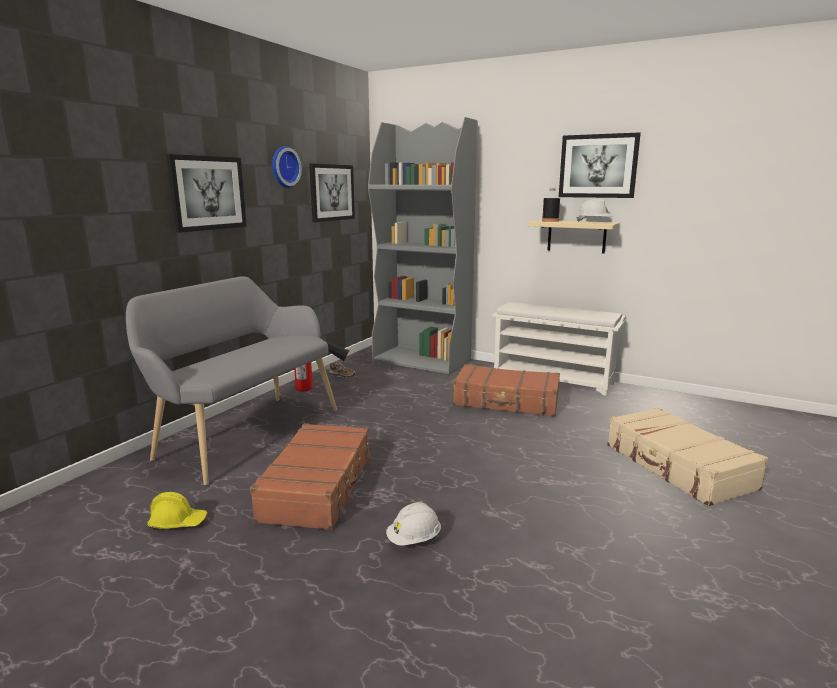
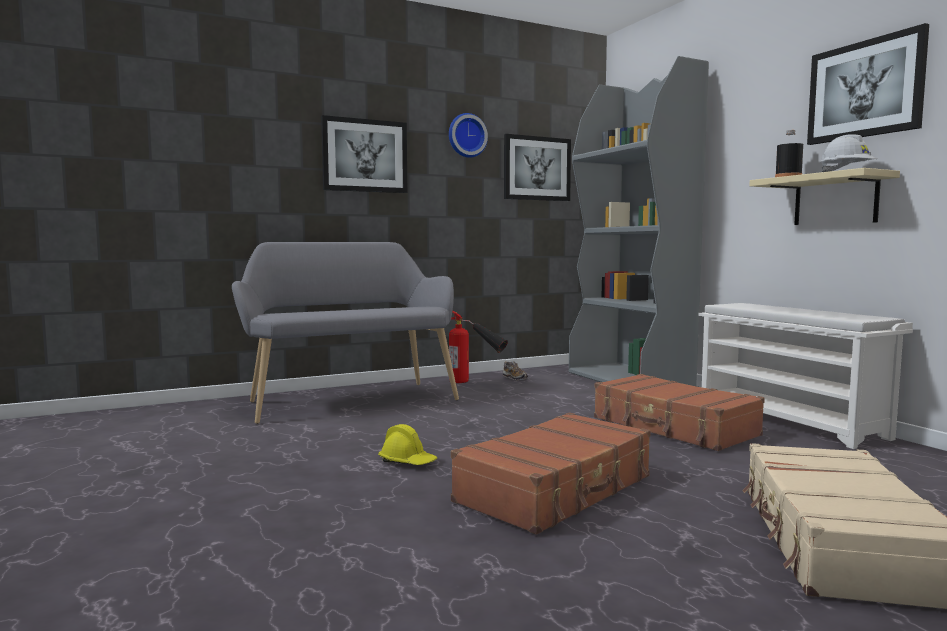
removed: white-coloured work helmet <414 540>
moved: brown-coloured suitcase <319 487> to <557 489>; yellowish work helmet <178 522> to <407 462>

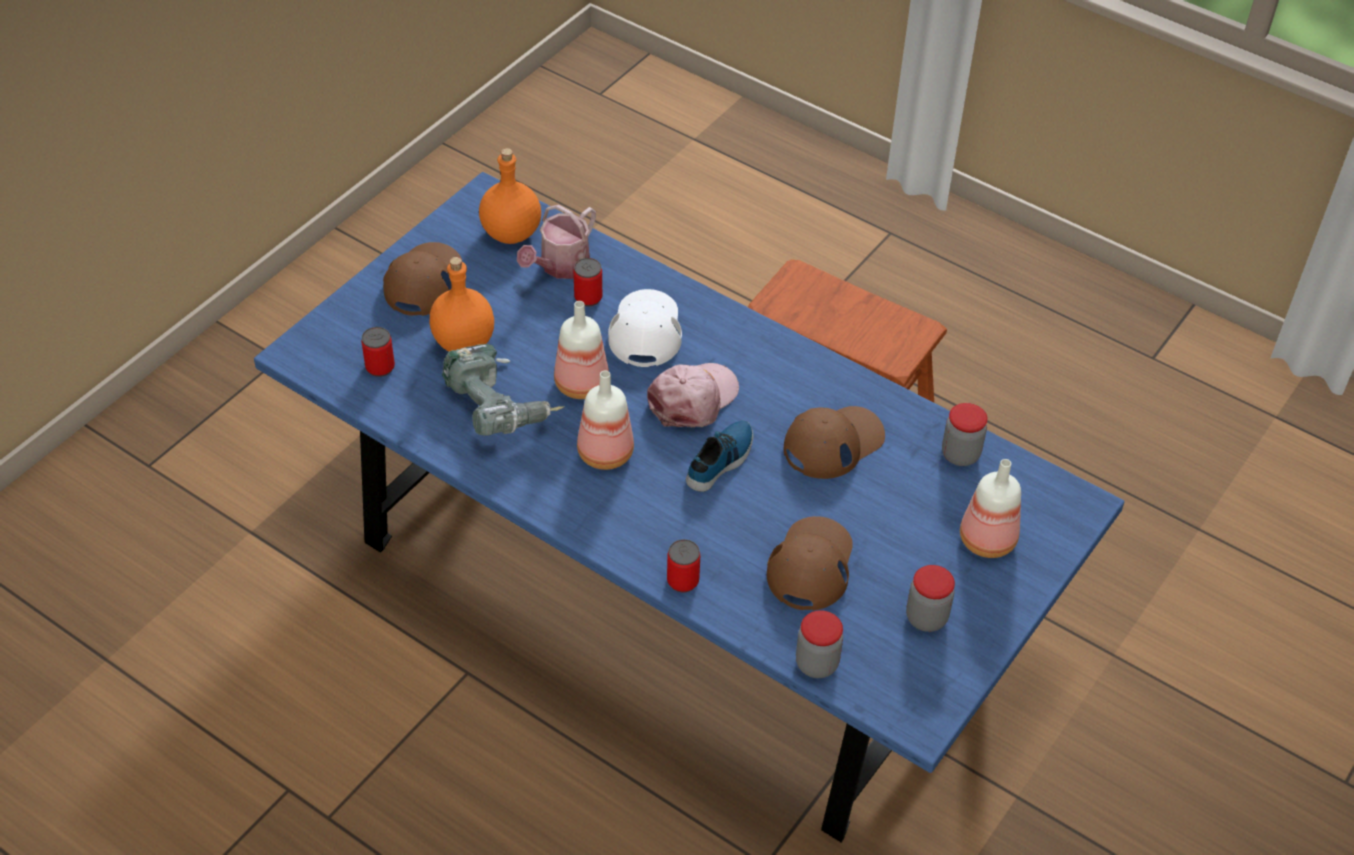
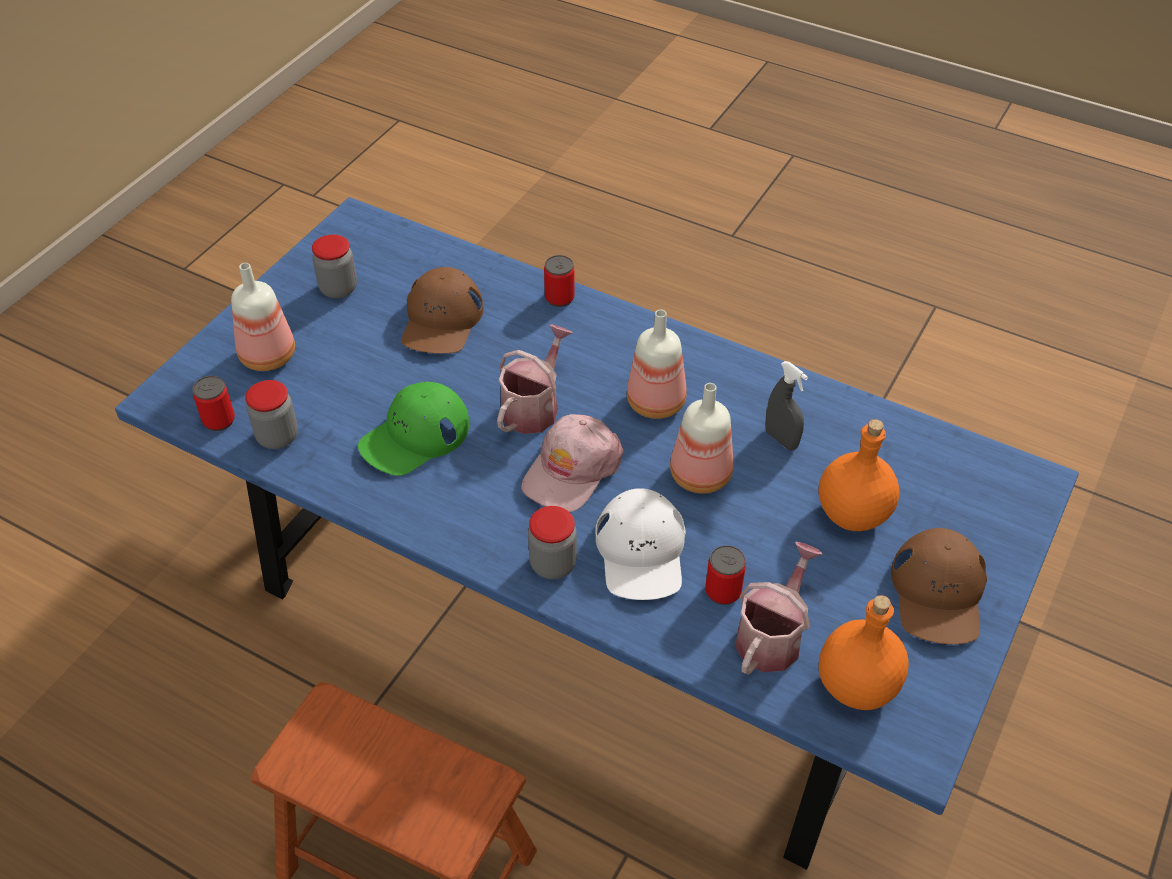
moved: sealed can <380 367> to <219 420>; preserve jar <816 664> to <553 564>
replaced: power drill <500 408> to gray spray bottle <781 439>; low shoe <721 460> to watering can <534 406>
recoloured: brown-coloured baseball cap <833 443> to green-coloured baseball cap <415 436>

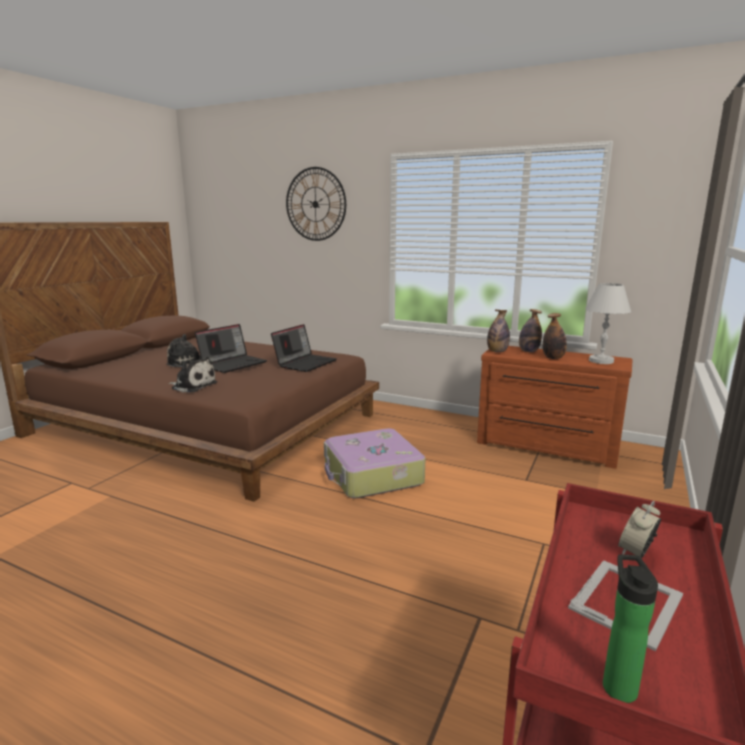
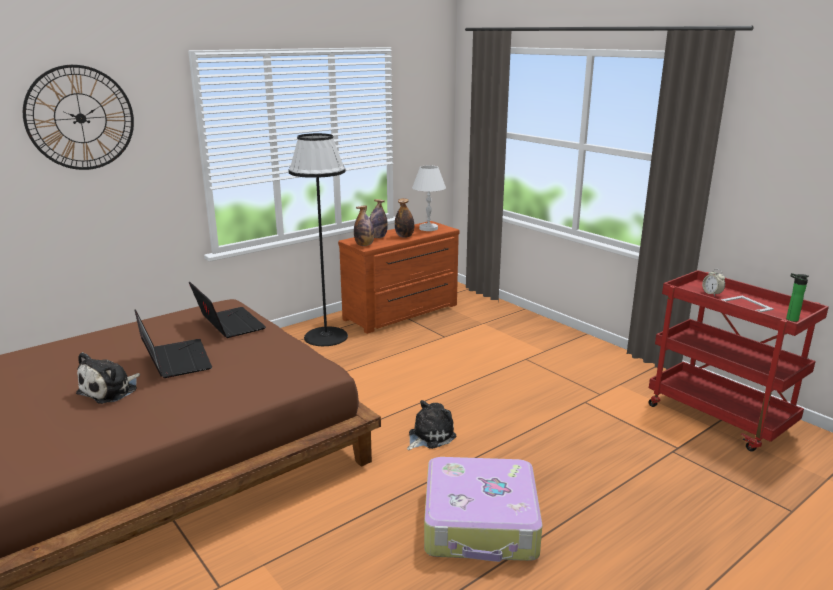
added: black-coloured standing lamp <326 337>
moved: plush toy <193 386> to <429 436>; suitcase <372 475> to <481 524>

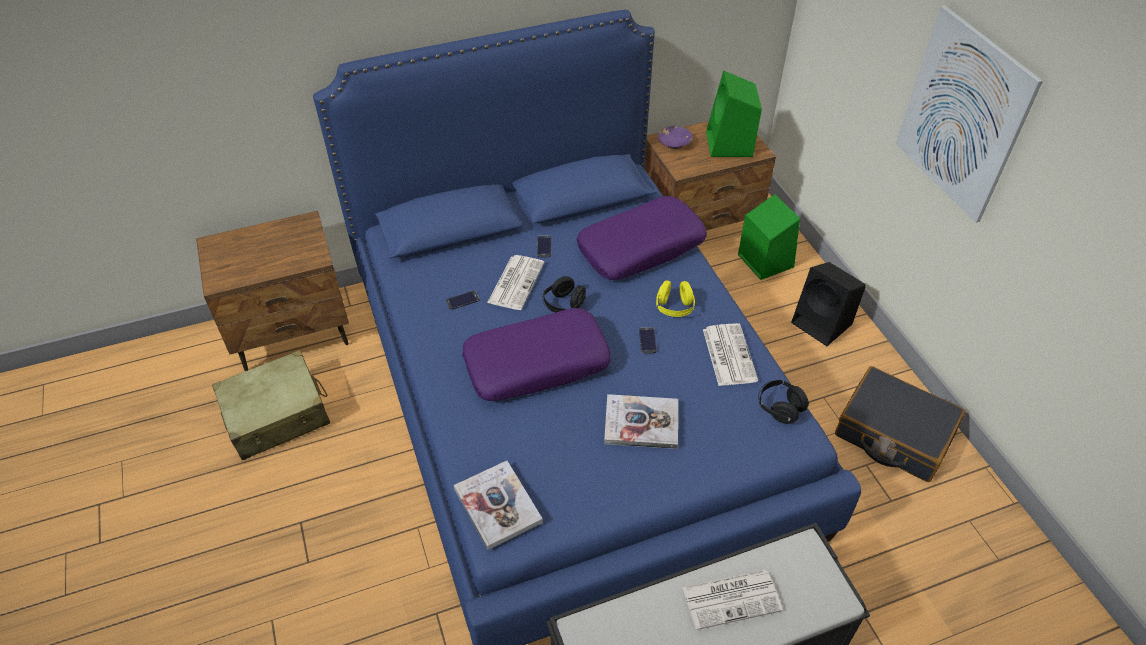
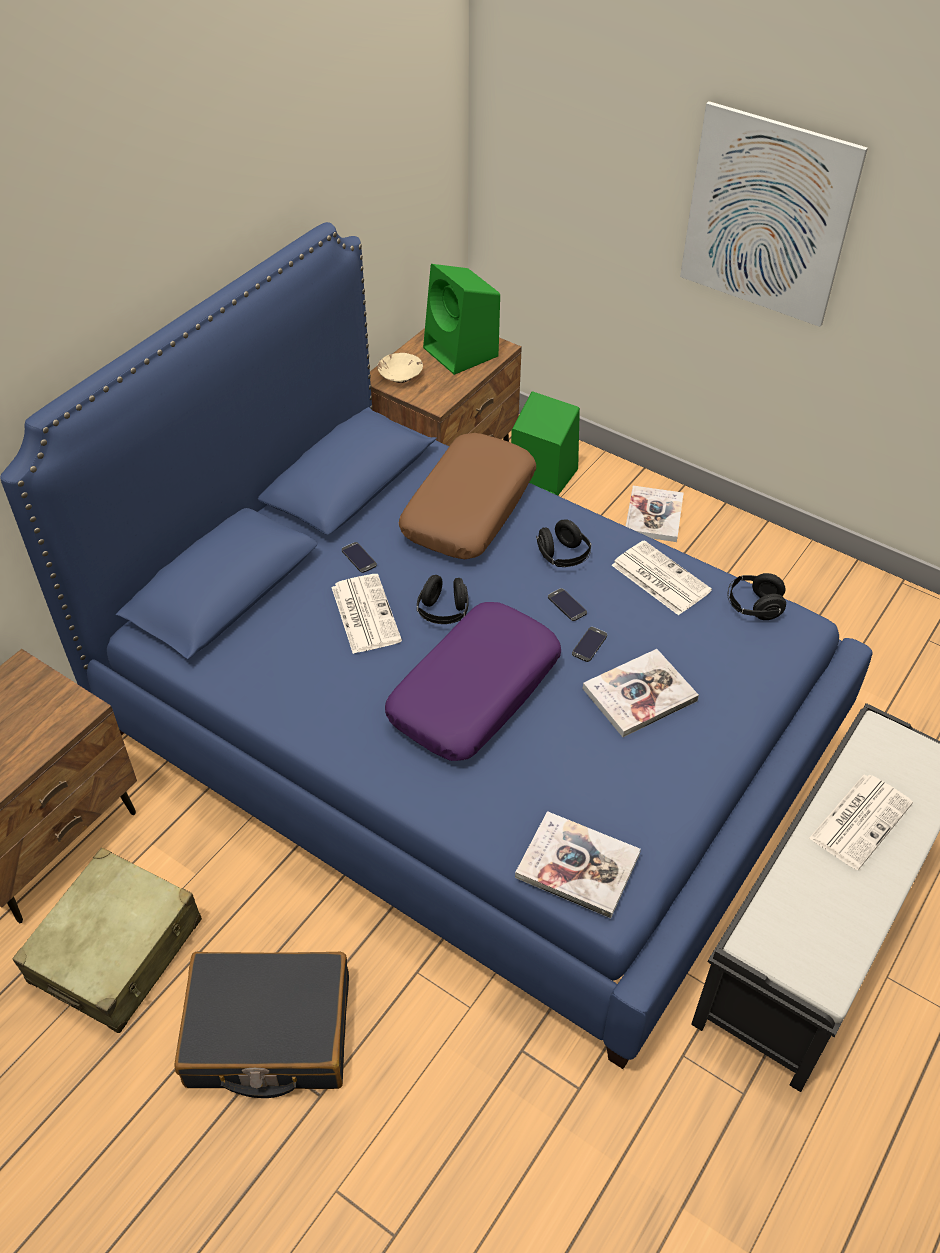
moved: telephone <462 300> to <589 644>; black-coloured suitcase <893 433> to <269 1032>
replaced: black-coloured audio speaker <823 324> to volume <653 515>
recoloured: purple serving bowl <674 143> to beige-coloured serving bowl <400 375>; purple throw pillow <641 247> to brown-coloured throw pillow <468 508>; yellowish pair of headphones <674 308> to black-coloured pair of headphones <563 557>

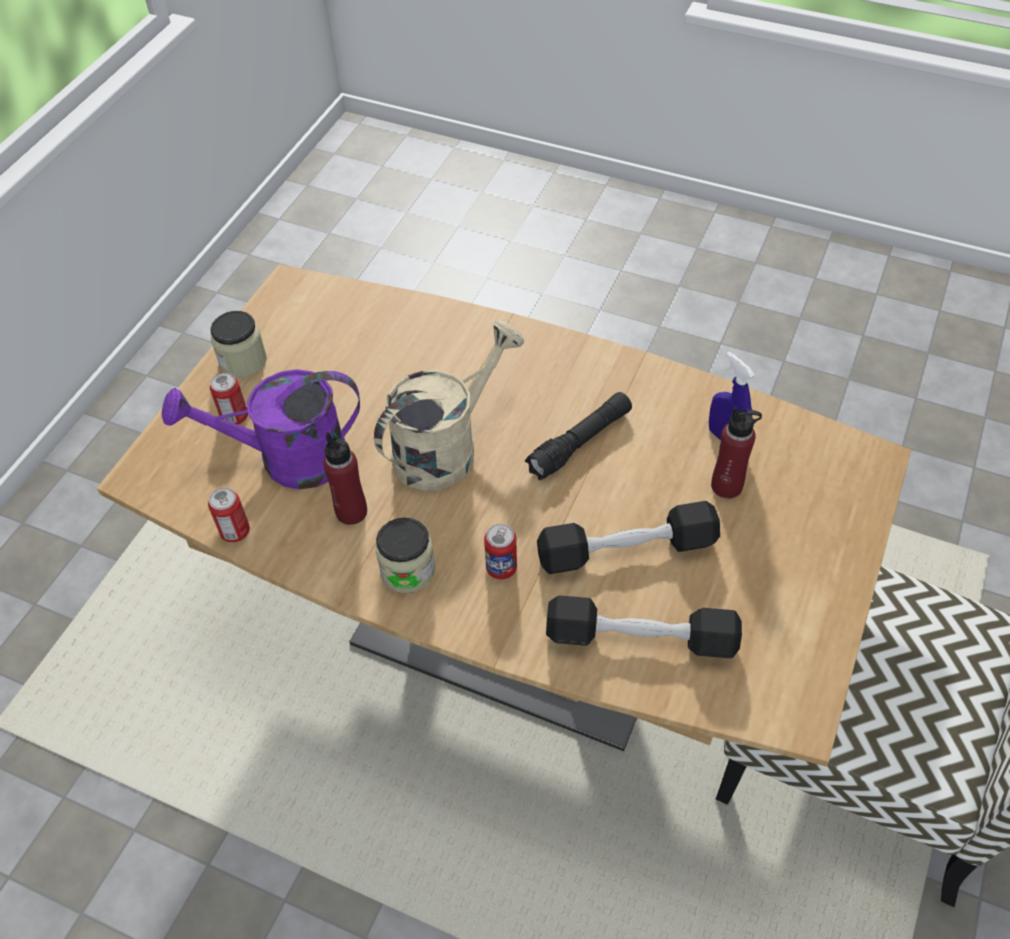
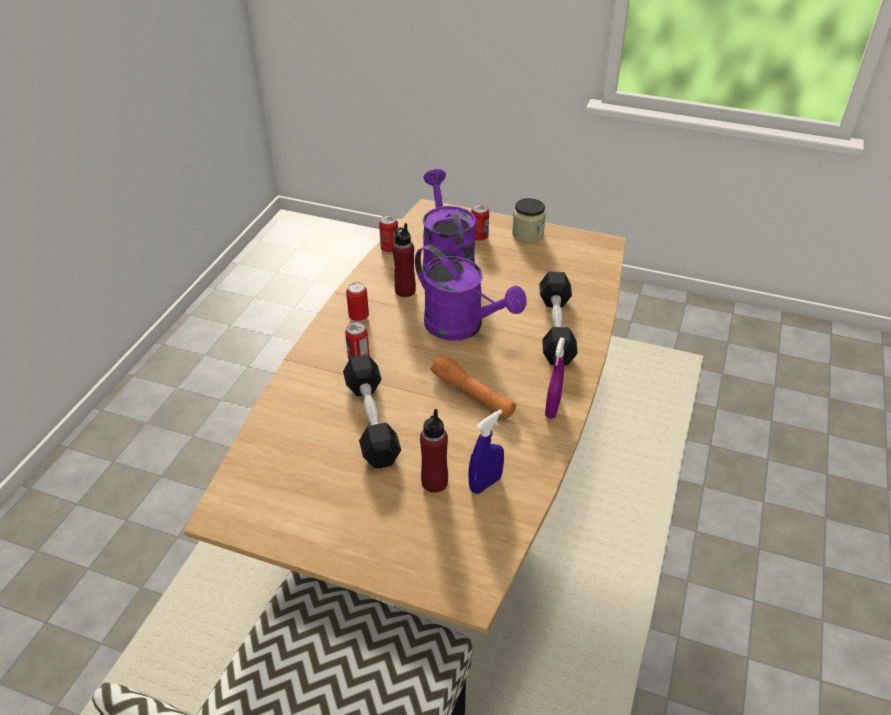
added: purple spray bottle <552 408>
moved: black-coloured dumbbell <640 639> to <556 328>
replaced: preserve jar <408 570> to sealed can <359 317>
recoloured: beige-coloured watering can <446 447> to purple watering can <462 327>; black-coloured hand torch <580 443> to orange-coloured hand torch <472 395>

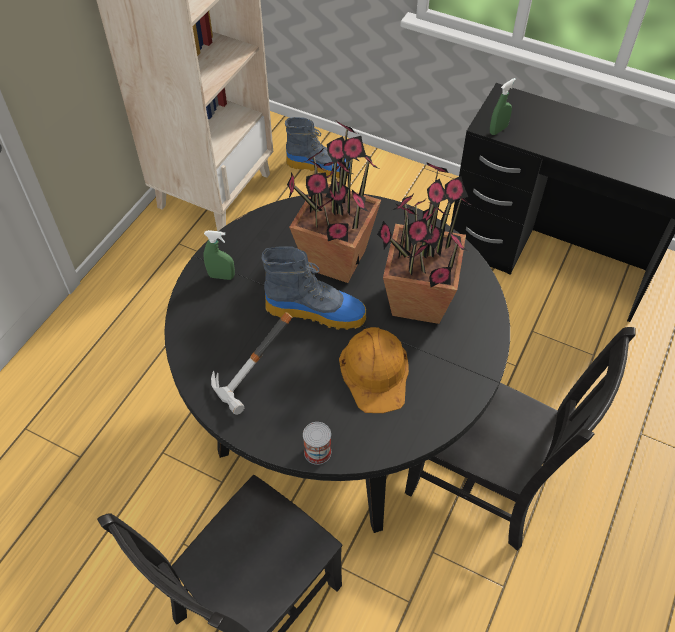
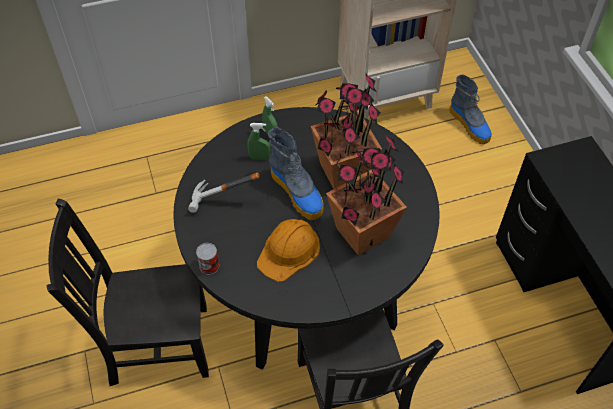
moved: green-coloured spray bottle <498 130> to <259 157>

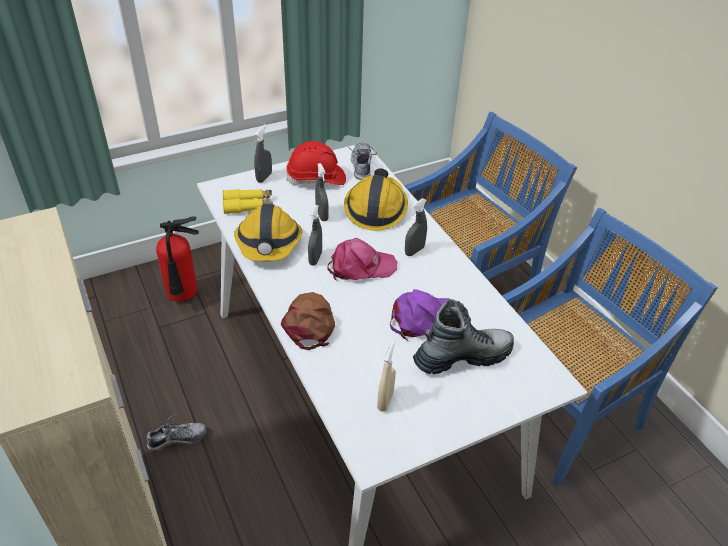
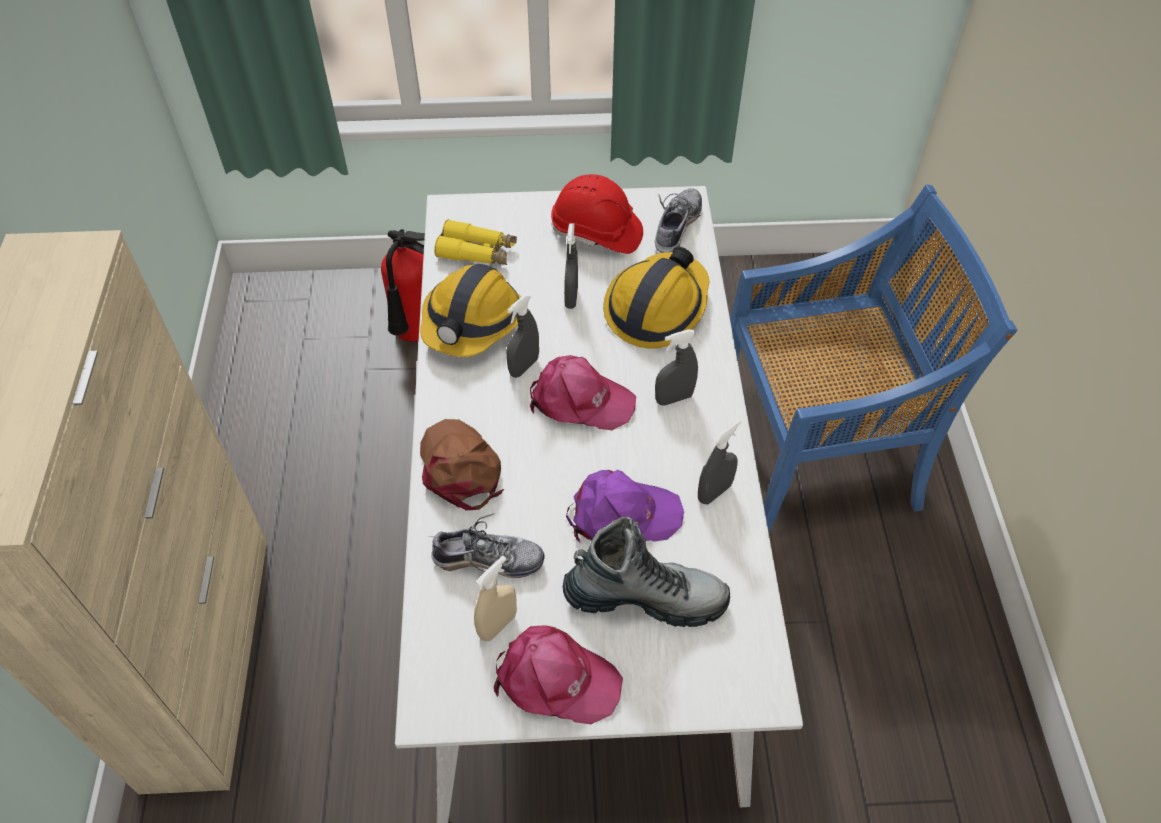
removed: blue plain chair <558 410>
added: pink-coloured baseball cap <555 679>
moved: gray spray bottle <264 177> to <714 492>; low shoe <177 439> to <488 559>
turned: brown-coloured baseball cap <309 323> = <460 468> 45 degrees counterclockwise

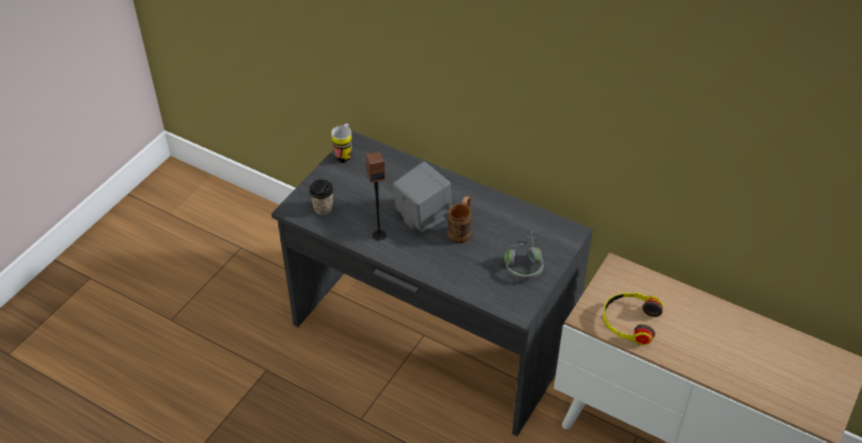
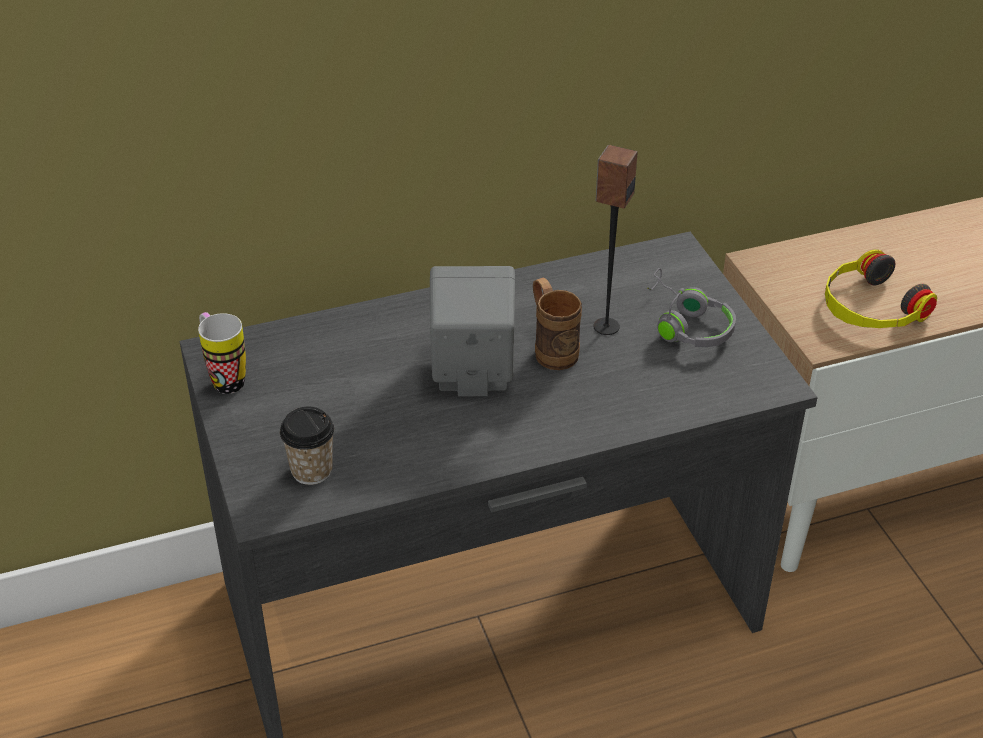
moved: audio speaker <379 235> to <605 326>

